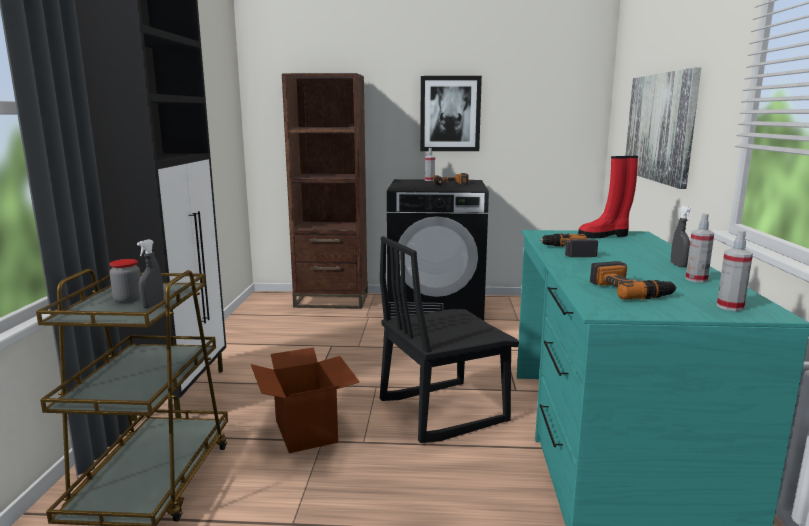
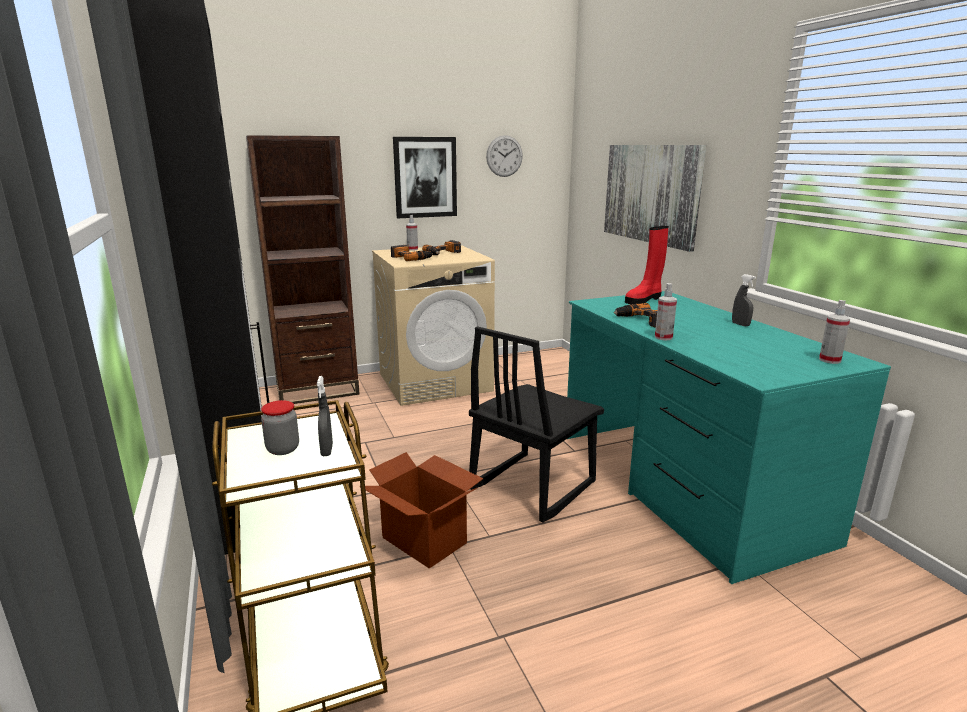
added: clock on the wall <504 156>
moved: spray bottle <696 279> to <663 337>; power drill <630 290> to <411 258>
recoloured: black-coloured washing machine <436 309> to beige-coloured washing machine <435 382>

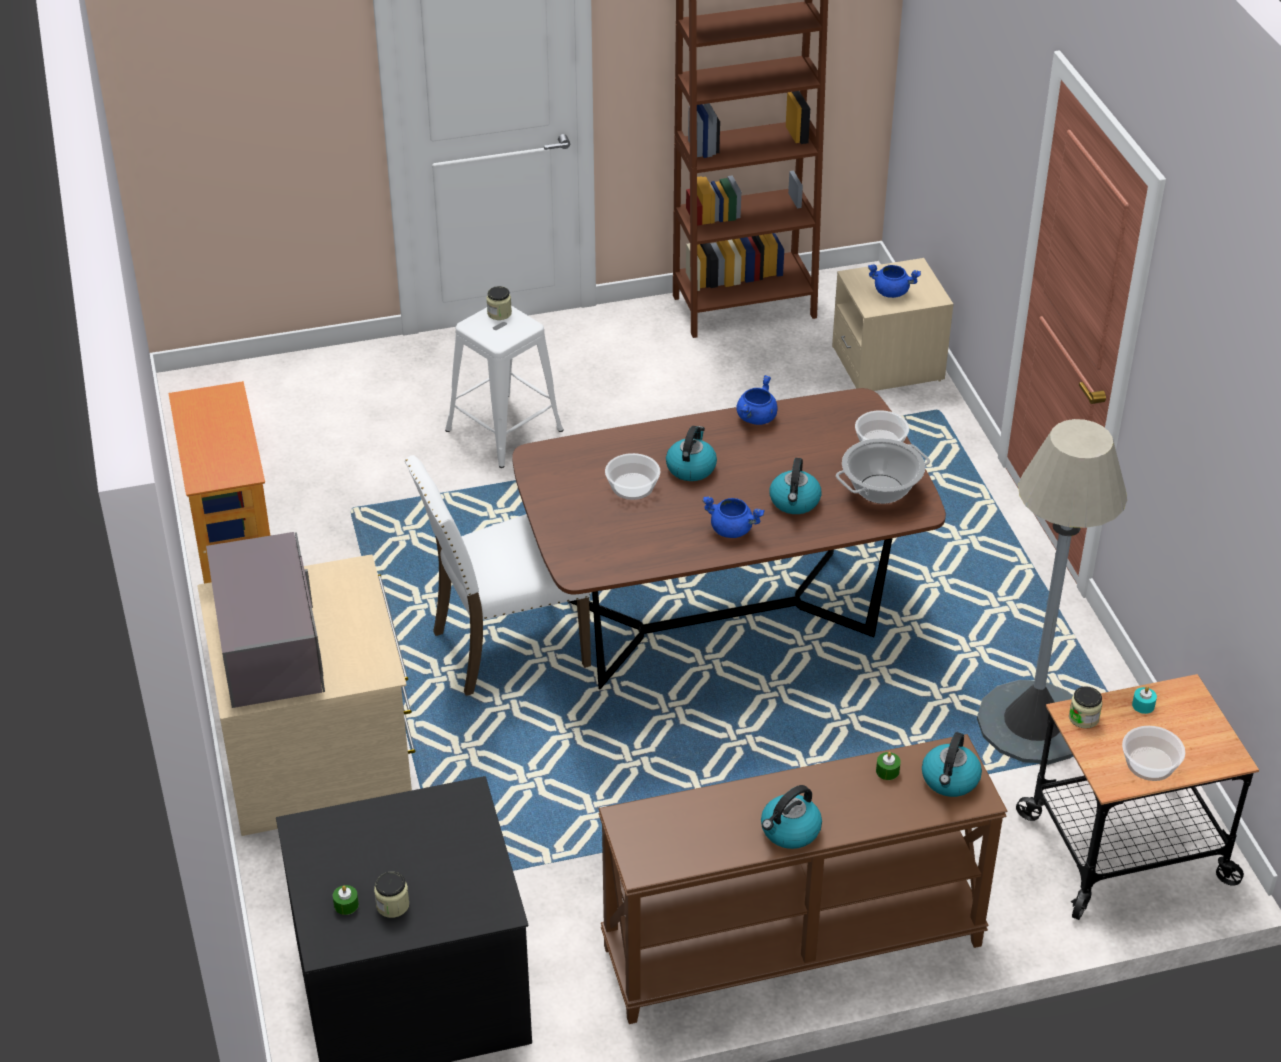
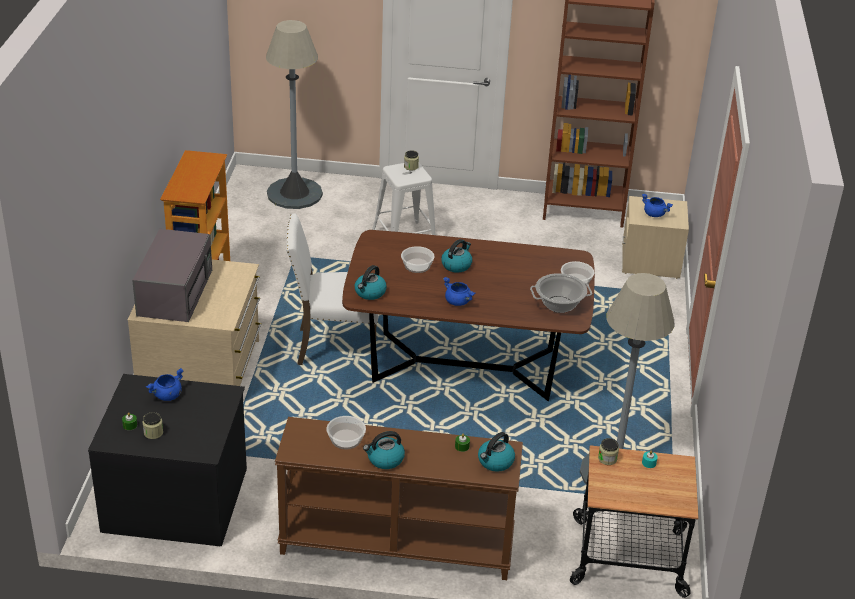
added: gray standing lamp <294 194>
moved: blue cooking pot <756 418> to <167 396>; kettle <795 502> to <370 293>; serving bowl <1149 763> to <346 439>

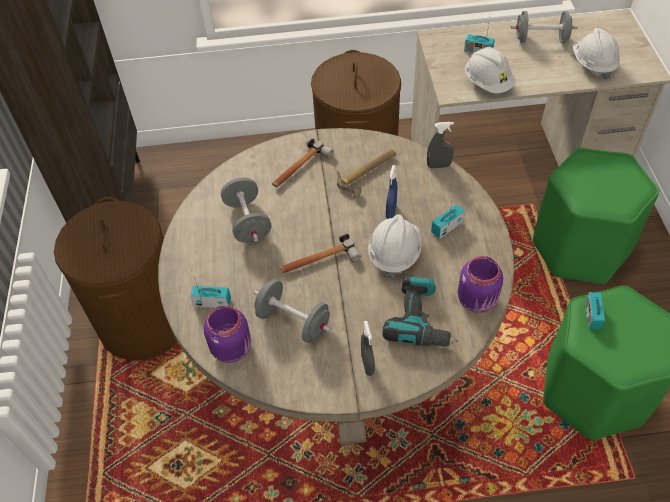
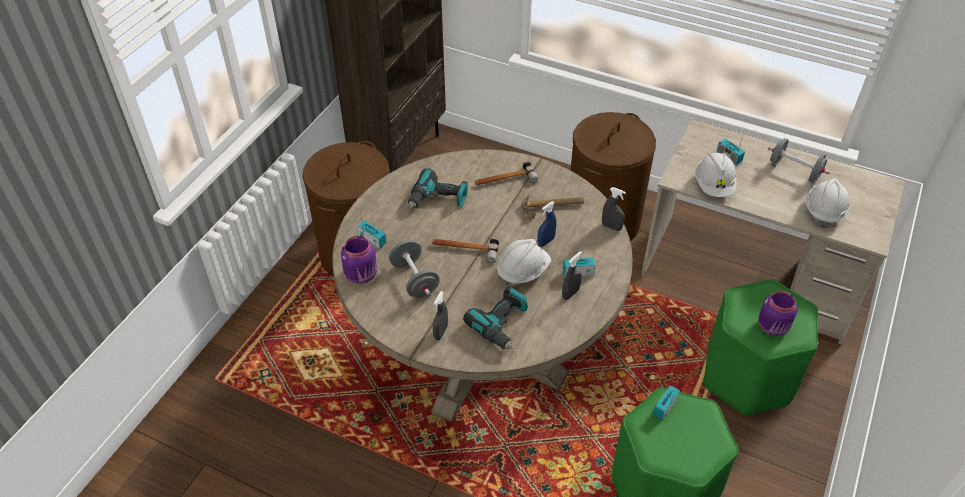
added: gray spray bottle <570 293>
moved: purple preserve jar <478 300> to <773 327>
replaced: gray dumbbell <248 222> to power drill <438 199>

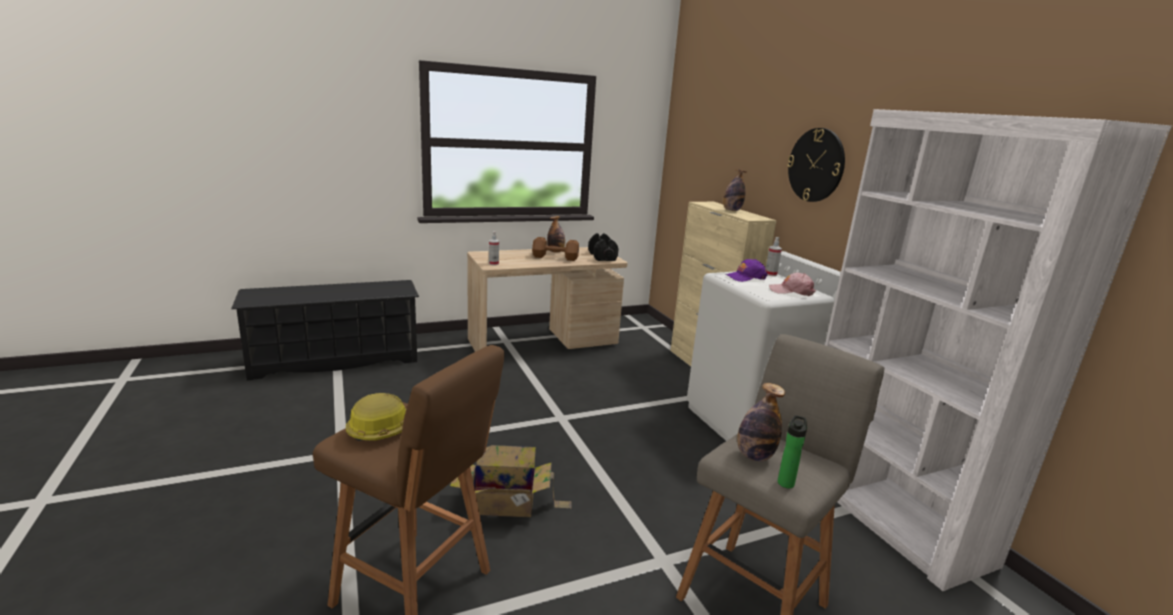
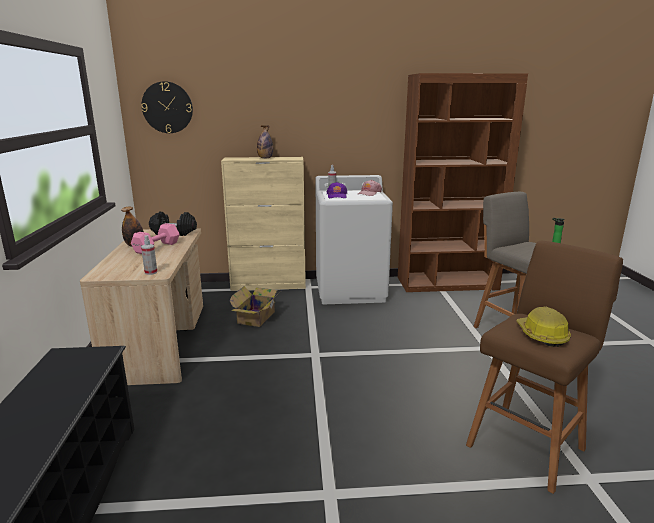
removed: beverage bottle <754 456>
moved: clock on the wall <816 165> to <167 107>; carton <505 503> to <257 317>
recoloured: white-coloured bookshelf <888 514> to brown-coloured bookshelf <447 283>; brown-coloured dumbbell <554 257> to pink-coloured dumbbell <156 248>

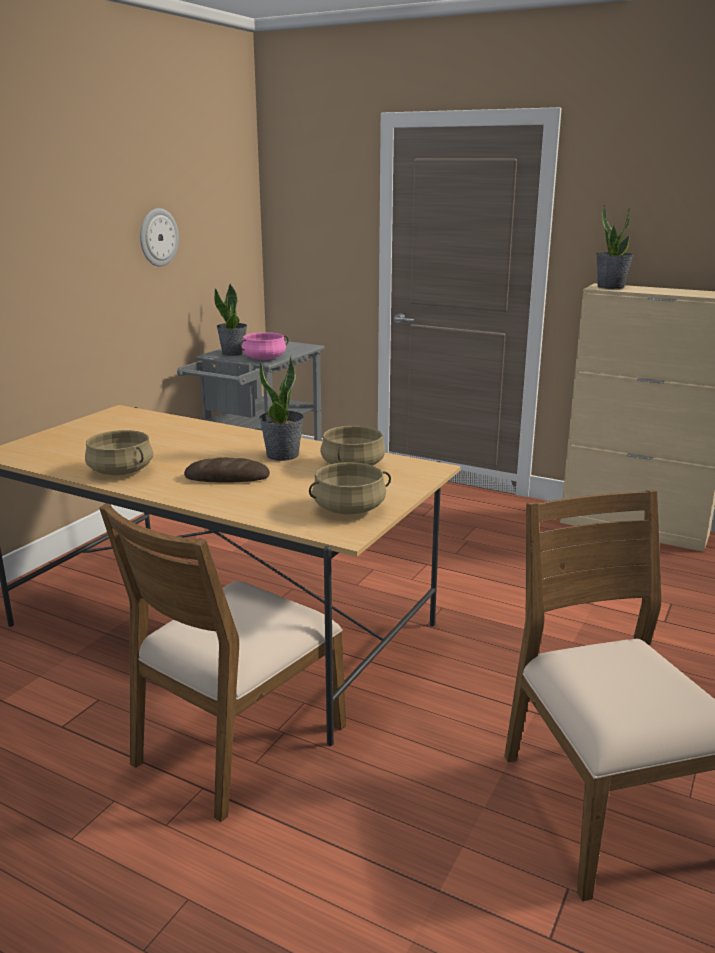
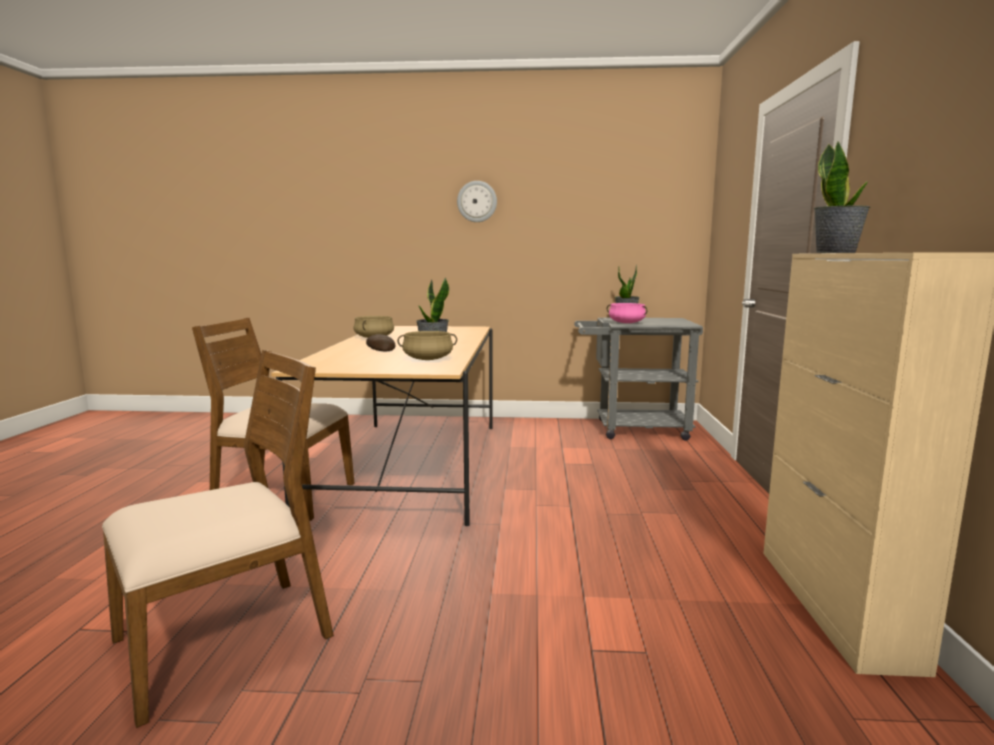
removed: beige-coloured cooking pot <349 509>
moved: clock on the wall <158 237> to <477 201>

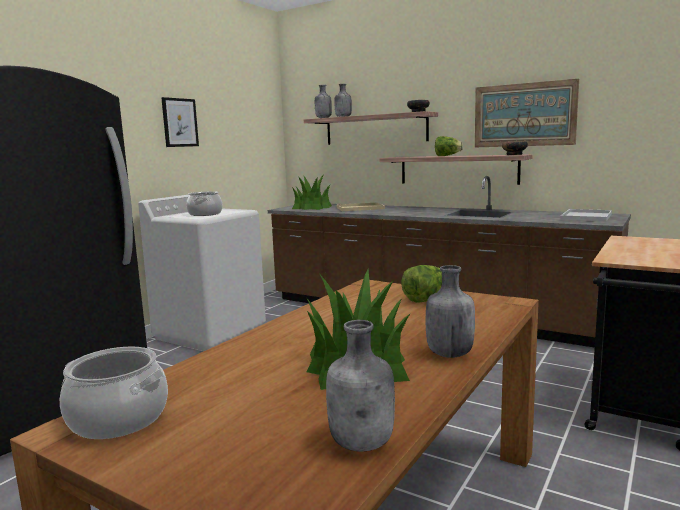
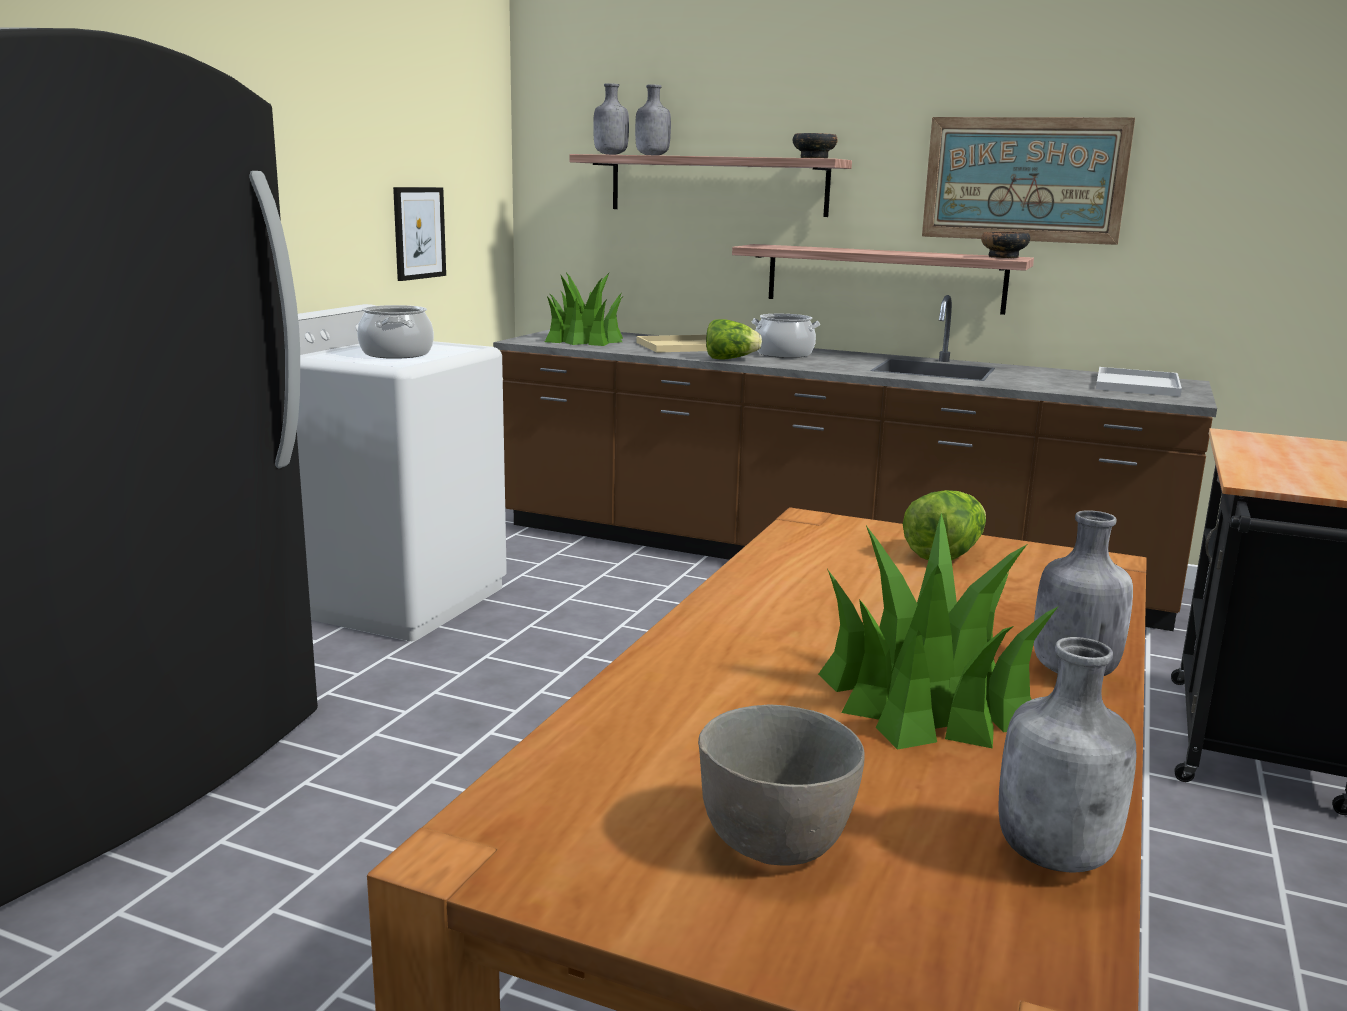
added: gray serving bowl <777 841>
moved: wall art <180 122> to <419 233>; lettuce head <447 156> to <730 359>; cooking pot <119 418> to <784 354>

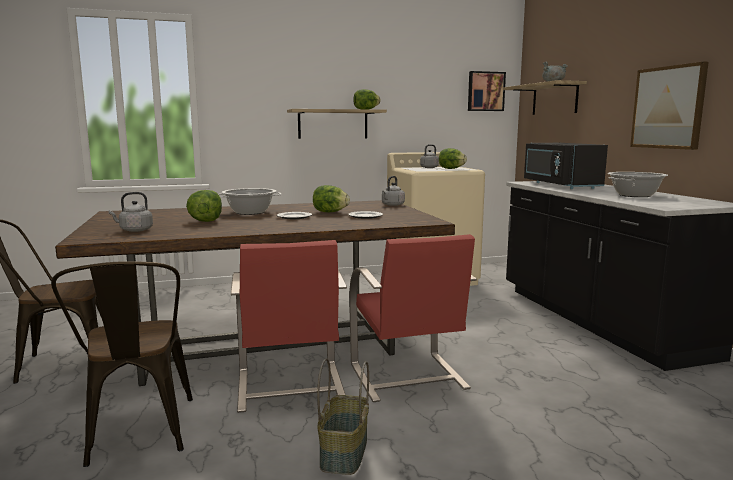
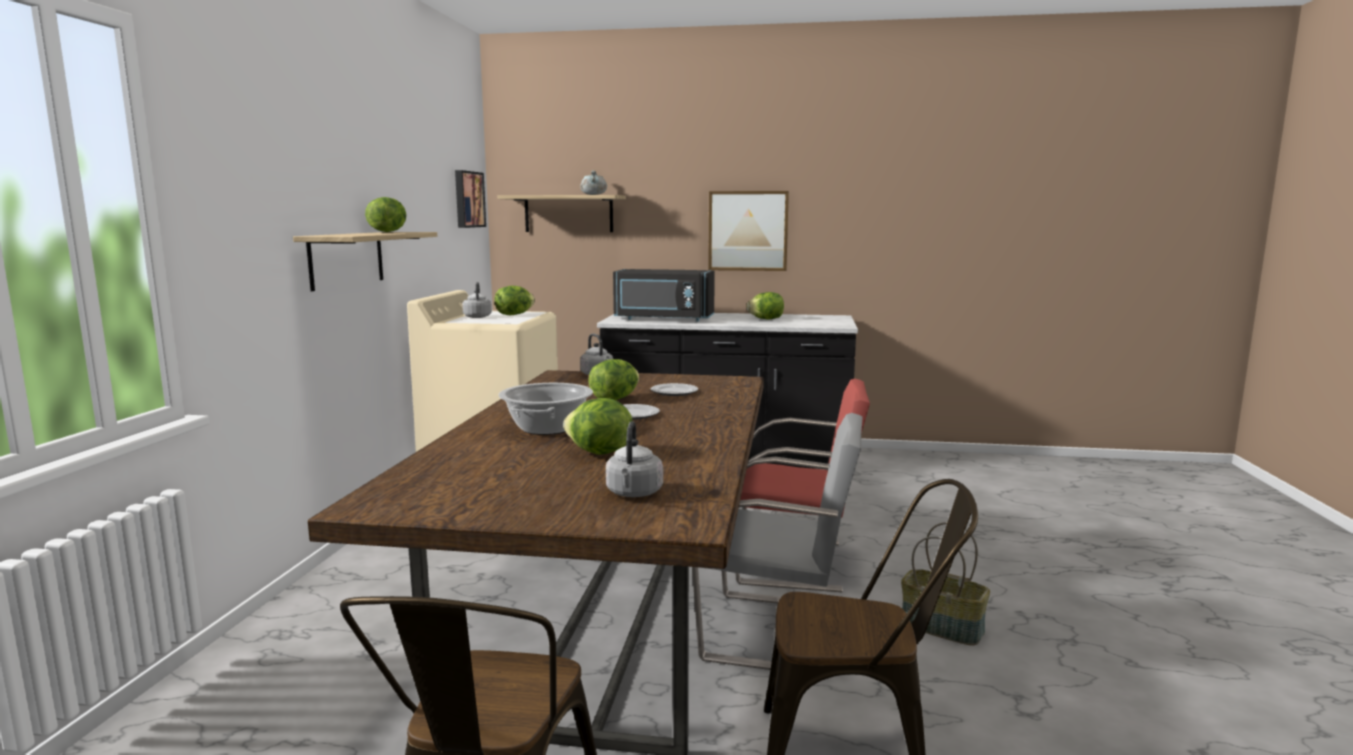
replaced: cooking pot <634 195> to lettuce head <766 319>
recoloured: reddish plain chair <289 387> to gray plain chair <774 632>

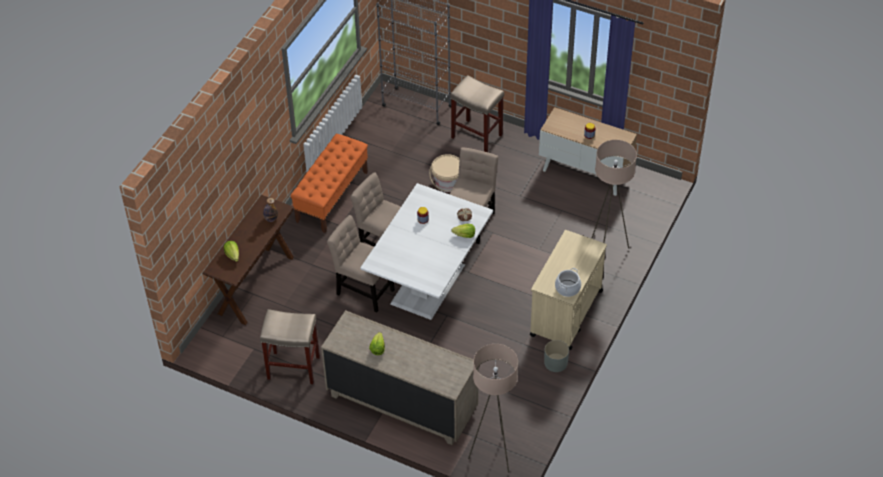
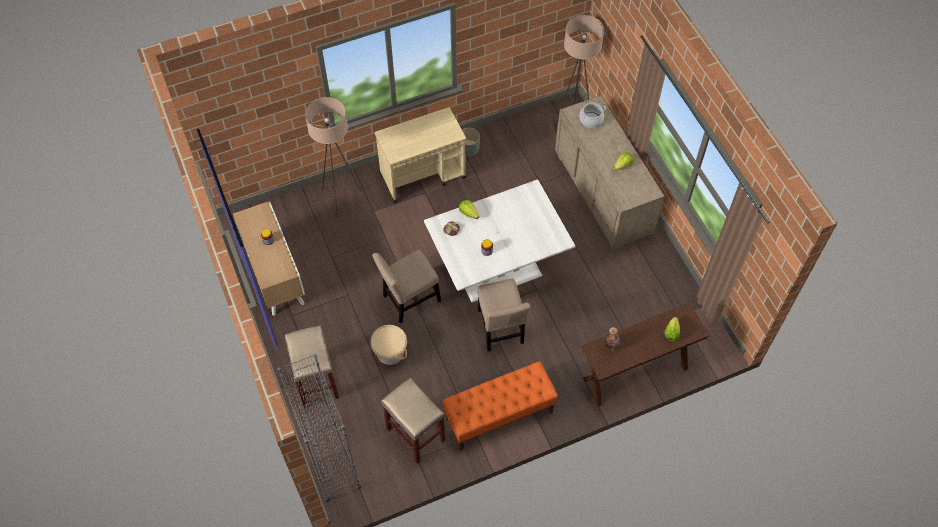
removed: beige-coloured plain chair <363 290>
moved: cooking pot <567 288> to <591 120>; beige-coloured sitting stool <292 368> to <416 435>

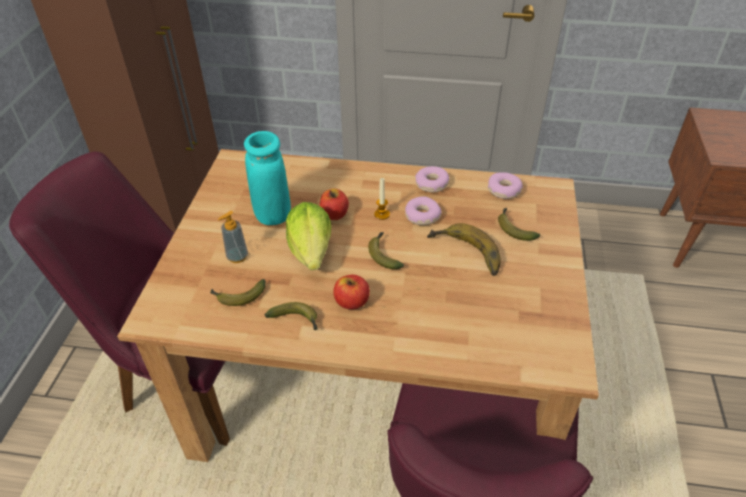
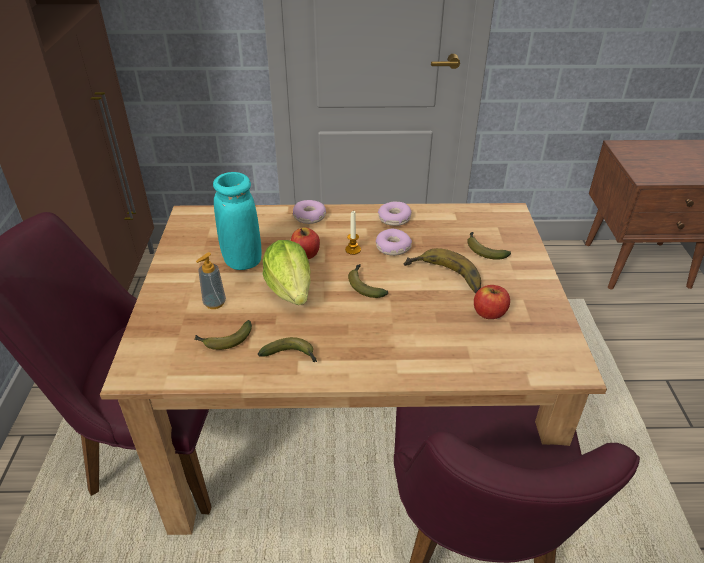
moved: doughnut <504 190> to <309 217>; whole apple <352 302> to <489 313>

